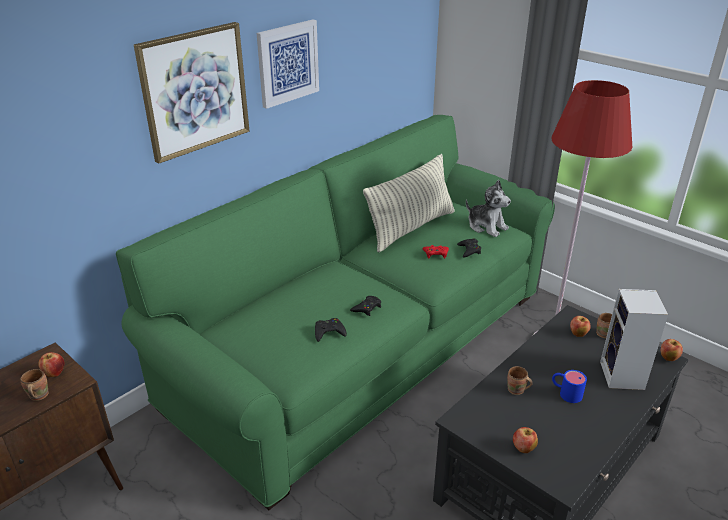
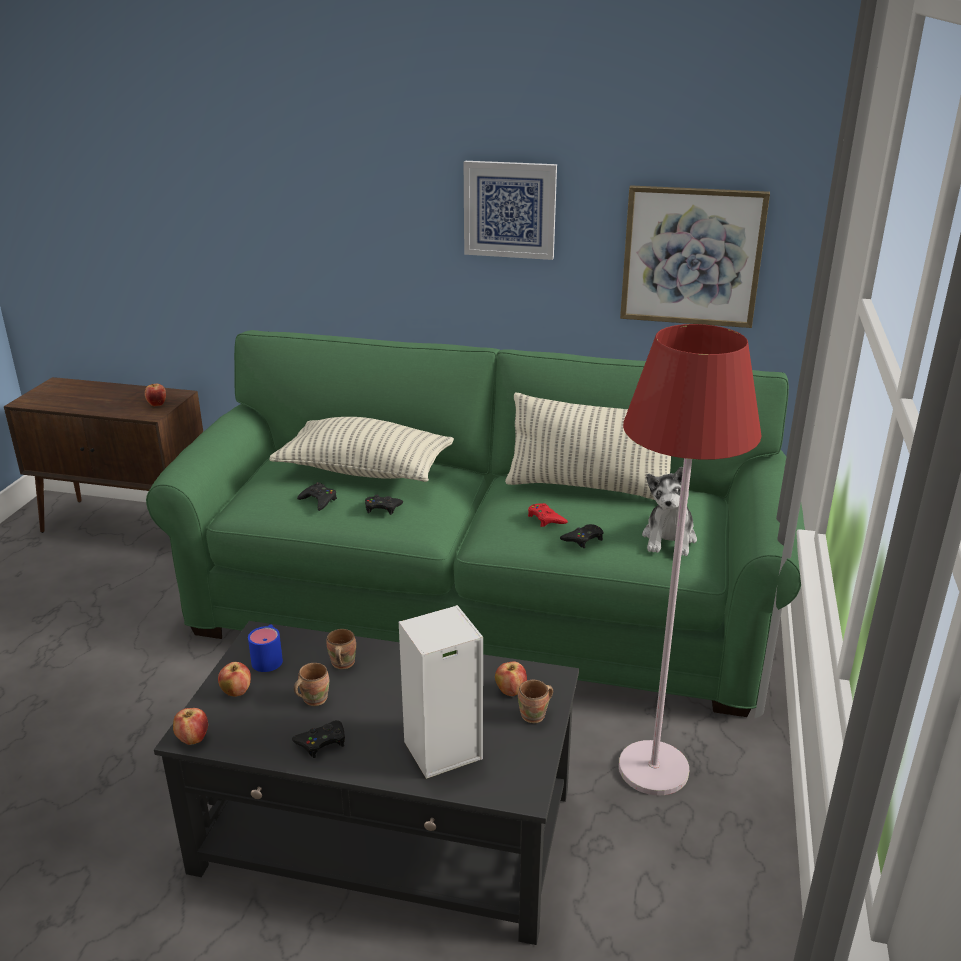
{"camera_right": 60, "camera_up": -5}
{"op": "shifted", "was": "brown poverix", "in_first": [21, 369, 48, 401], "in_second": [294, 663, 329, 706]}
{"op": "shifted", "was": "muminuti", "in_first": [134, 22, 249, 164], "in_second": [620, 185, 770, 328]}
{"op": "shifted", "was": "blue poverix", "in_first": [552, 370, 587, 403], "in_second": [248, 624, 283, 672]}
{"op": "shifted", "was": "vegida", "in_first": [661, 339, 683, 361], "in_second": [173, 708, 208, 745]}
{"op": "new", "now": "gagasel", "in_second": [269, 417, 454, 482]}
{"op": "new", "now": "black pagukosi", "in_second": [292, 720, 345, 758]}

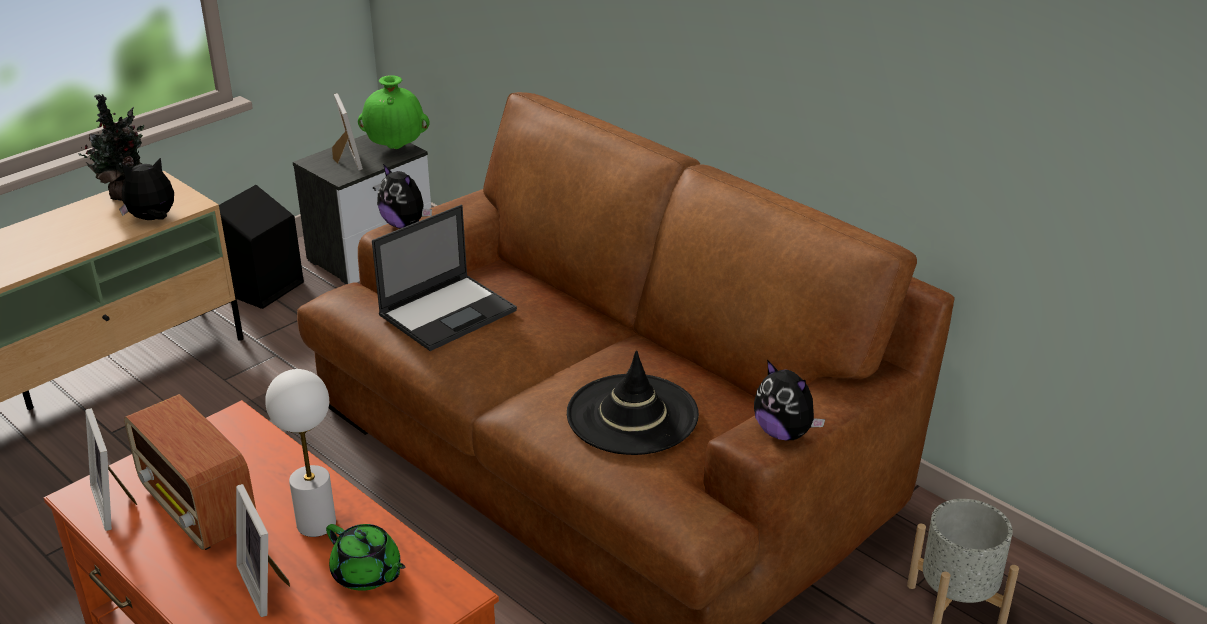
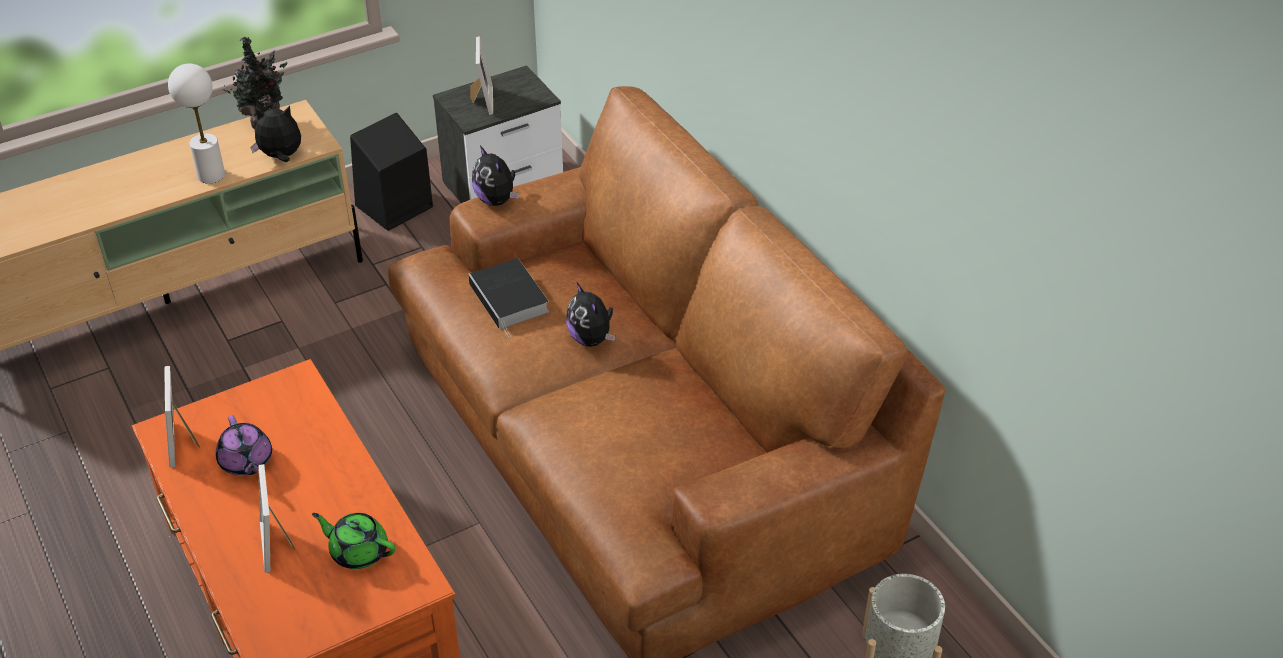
{"camera_right": 15, "camera_up": 10}
{"op": "swapped", "was": "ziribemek", "now": "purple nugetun", "in_first": [124, 394, 256, 550], "in_second": [216, 415, 272, 475]}
{"op": "shifted", "was": "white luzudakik", "in_first": [265, 369, 336, 537], "in_second": [168, 64, 225, 184]}
{"op": "rotated", "was": "green nugetun", "in_first": [326, 524, 405, 591], "in_second": [312, 513, 396, 569], "clockwise": 150}
{"op": "gone", "was": "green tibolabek", "in_first": [358, 75, 430, 149]}
{"op": "swapped", "was": "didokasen", "now": "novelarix", "in_first": [372, 205, 517, 351], "in_second": [468, 258, 549, 337]}
{"op": "gone", "was": "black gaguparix", "in_first": [567, 350, 699, 455]}
{"op": "shifted", "was": "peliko", "in_first": [754, 360, 825, 441], "in_second": [566, 283, 615, 347]}

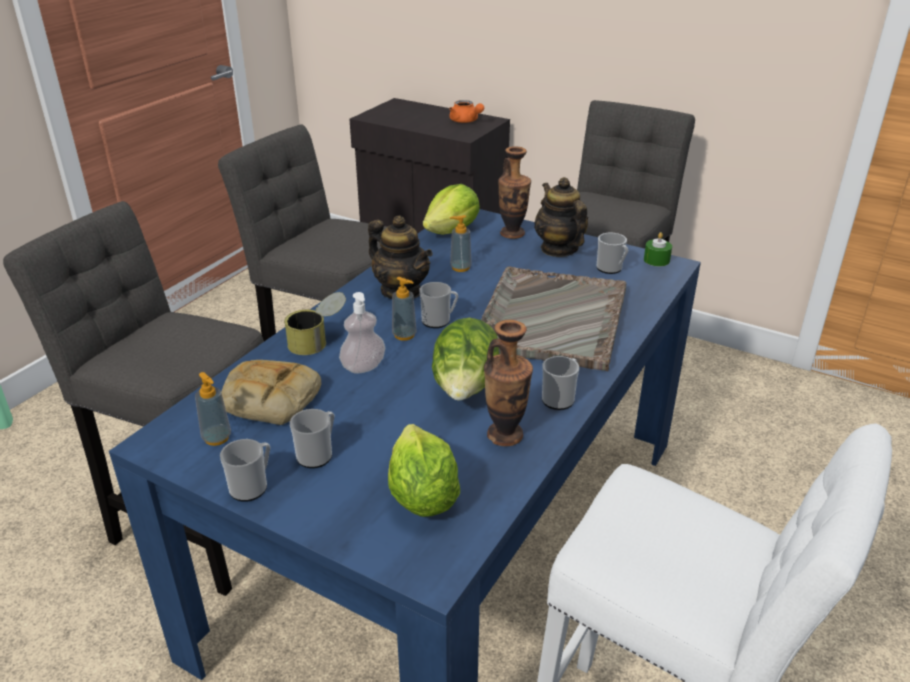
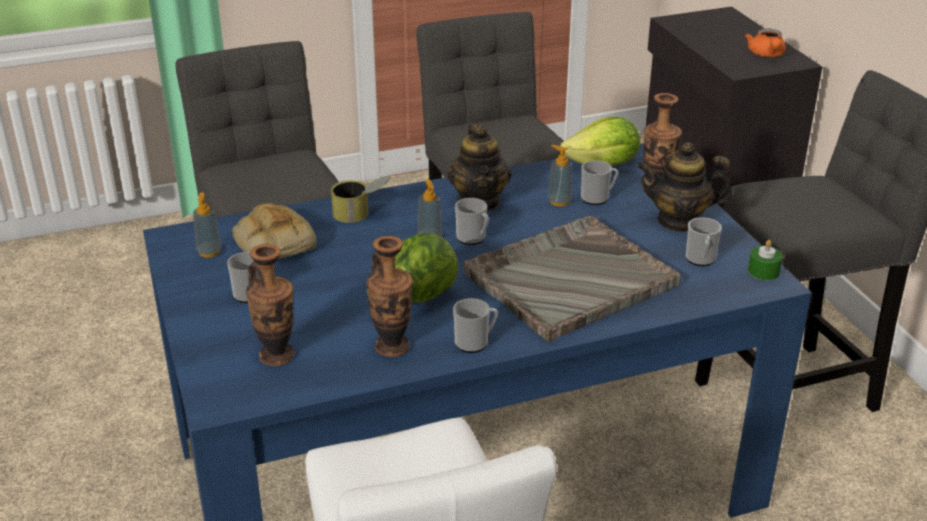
{"camera_right": 40, "camera_up": 0}
{"op": "shifted", "was": "poverix", "in_first": [220, 439, 270, 502], "in_second": [581, 160, 619, 205]}
{"op": "gone", "was": "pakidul", "in_first": [339, 292, 385, 374]}
{"op": "swapped", "was": "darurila", "now": "tibolabek", "in_first": [388, 424, 460, 517], "in_second": [246, 244, 294, 366]}
{"op": "rotated", "was": "nugetun", "in_first": [534, 177, 588, 257], "in_second": [637, 142, 733, 232], "clockwise": -105}

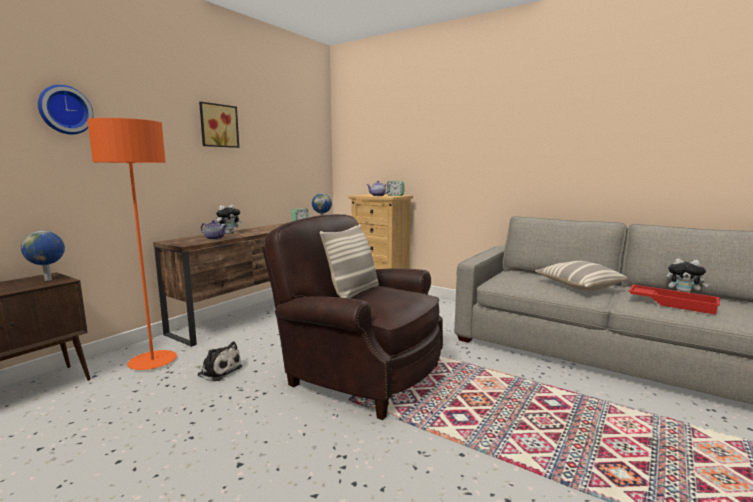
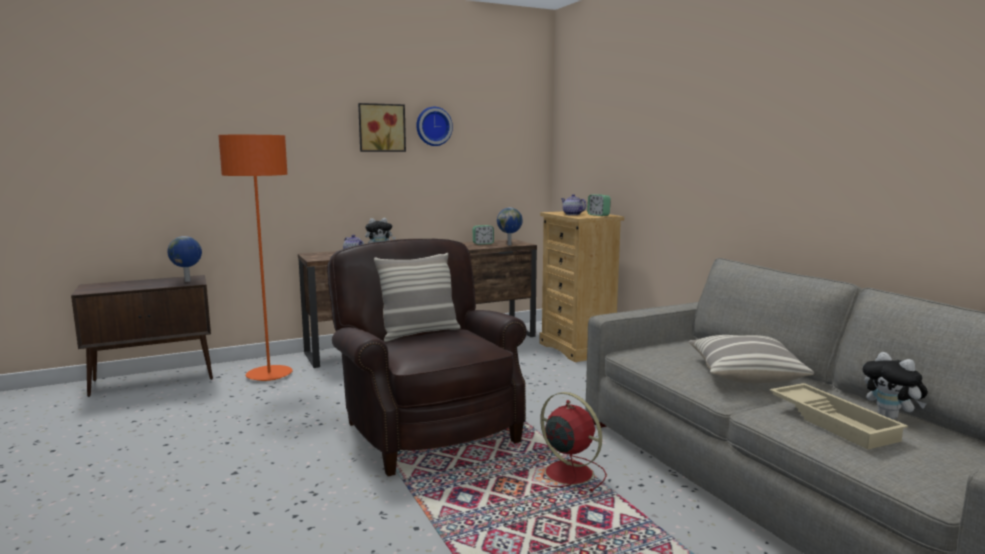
{"camera_right": 30, "camera_up": 0}
{"op": "shifted", "was": "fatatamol", "in_first": [38, 85, 93, 134], "in_second": [416, 107, 453, 146]}
{"op": "gone", "was": "peliko", "in_first": [196, 341, 242, 381]}
{"op": "repainted", "was": "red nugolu", "now": "beige nugolu", "in_first": [628, 285, 720, 315], "in_second": [769, 383, 908, 449]}
{"op": "new", "now": "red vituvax", "in_second": [530, 392, 607, 492]}

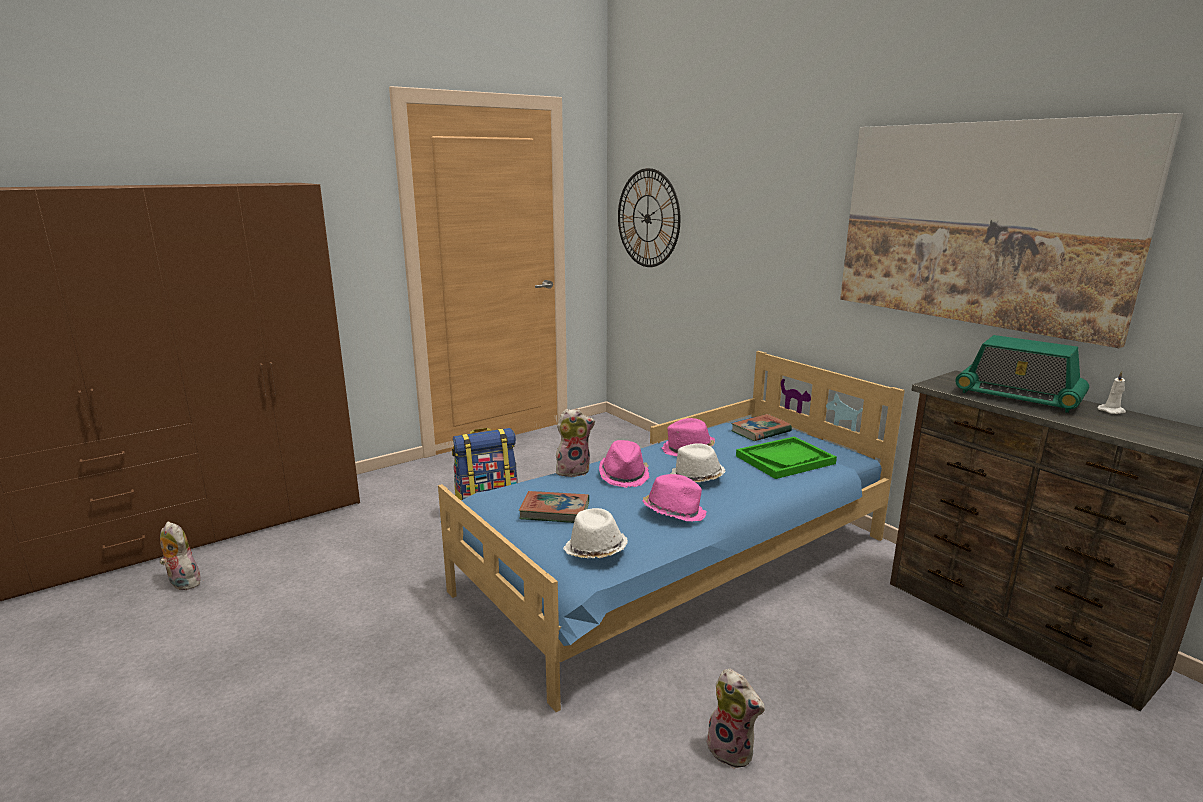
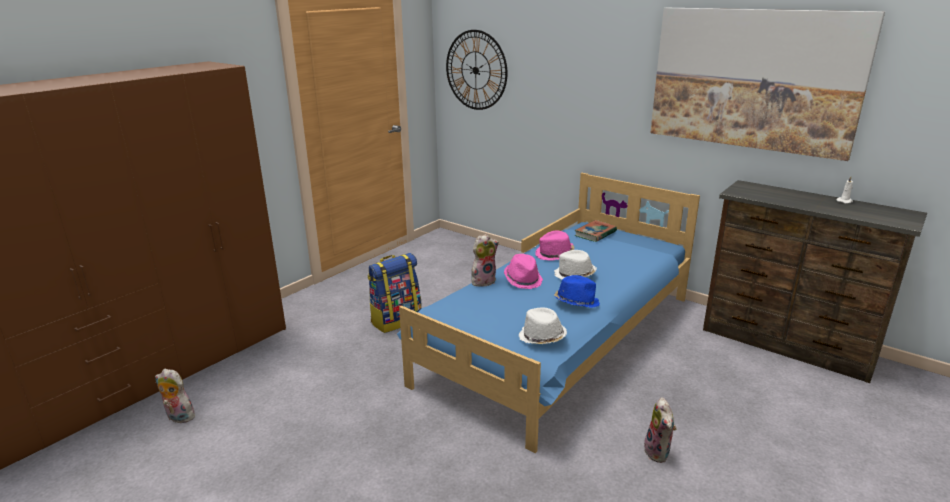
{"camera_right": -15, "camera_up": 5}
{"op": "gone", "was": "novelarix", "in_first": [519, 491, 589, 523]}
{"op": "repainted", "was": "pink gaguparix", "now": "blue gaguparix", "in_first": [643, 474, 707, 522], "in_second": [554, 275, 600, 308]}
{"op": "rotated", "was": "peliko", "in_first": [707, 668, 765, 769], "in_second": [644, 397, 677, 463], "clockwise": 60}
{"op": "gone", "was": "green nugolu", "in_first": [736, 436, 837, 479]}
{"op": "gone", "was": "ziribemek", "in_first": [955, 335, 1089, 413]}

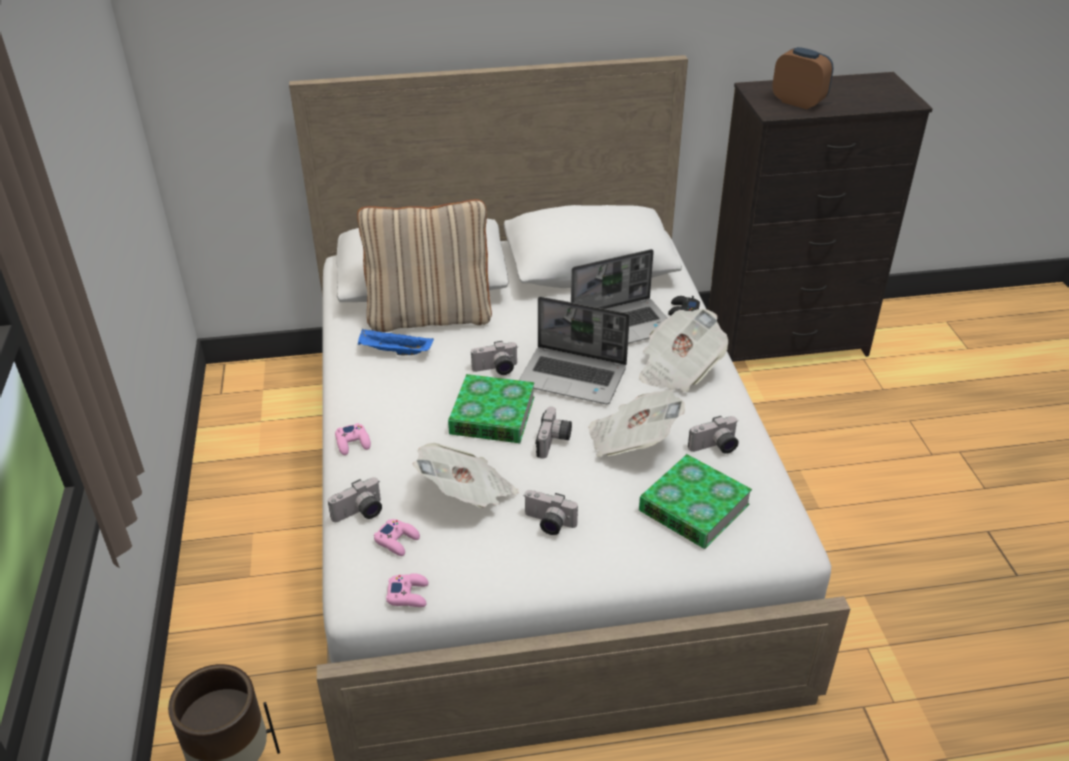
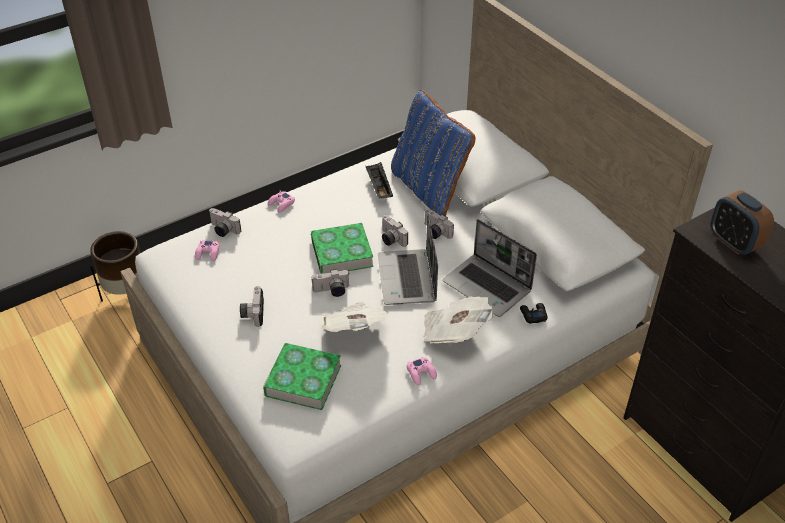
{"camera_right": 65, "camera_up": 5}
{"op": "repainted", "was": "beige gagasel", "now": "blue gagasel", "in_first": [357, 199, 492, 332], "in_second": [391, 90, 475, 216]}
{"op": "repainted", "was": "blue nugolu", "now": "black nugolu", "in_first": [358, 329, 434, 356], "in_second": [366, 162, 393, 198]}
{"op": "shifted", "was": "pink pagukosi", "in_first": [386, 573, 428, 607], "in_second": [407, 357, 437, 385]}
{"op": "gone", "was": "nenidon", "in_first": [412, 443, 518, 508]}
{"op": "shifted", "was": "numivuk", "in_first": [688, 416, 739, 454], "in_second": [425, 209, 454, 239]}
{"op": "rotated", "was": "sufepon", "in_first": [772, 47, 834, 110], "in_second": [711, 190, 774, 255], "clockwise": 135}

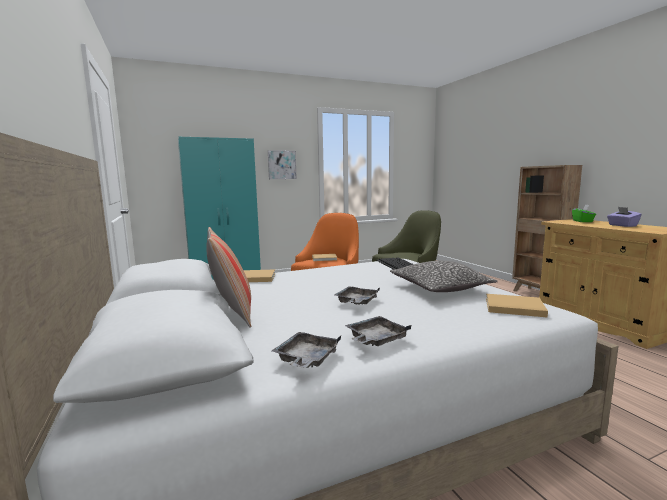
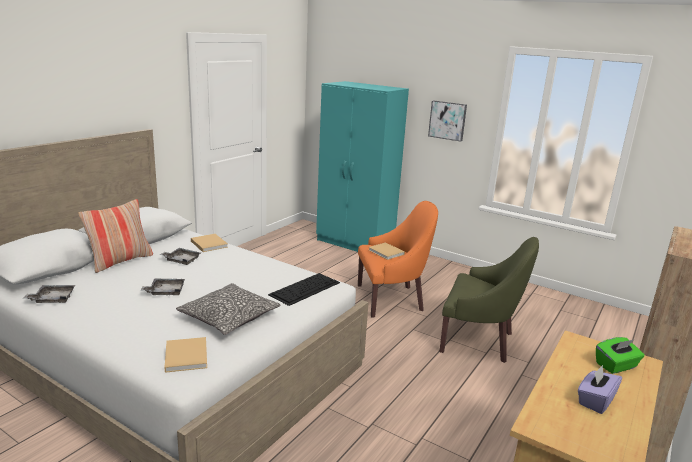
{"camera_right": 55, "camera_up": 10}
{"op": "shifted", "was": "grey nugolu", "in_first": [345, 316, 411, 346], "in_second": [159, 248, 201, 265]}

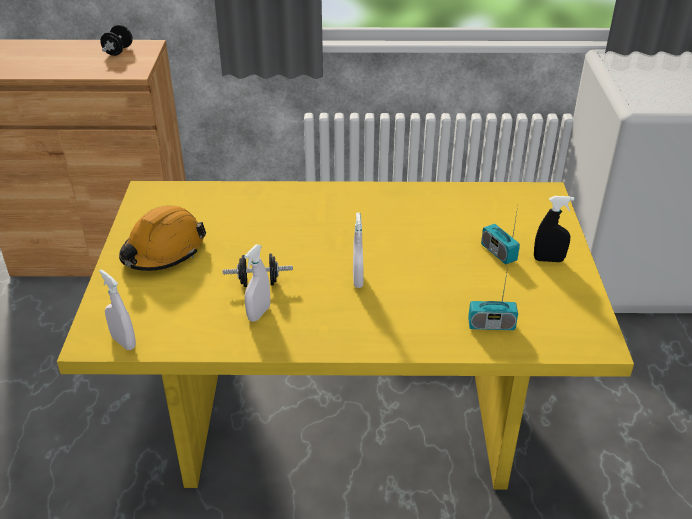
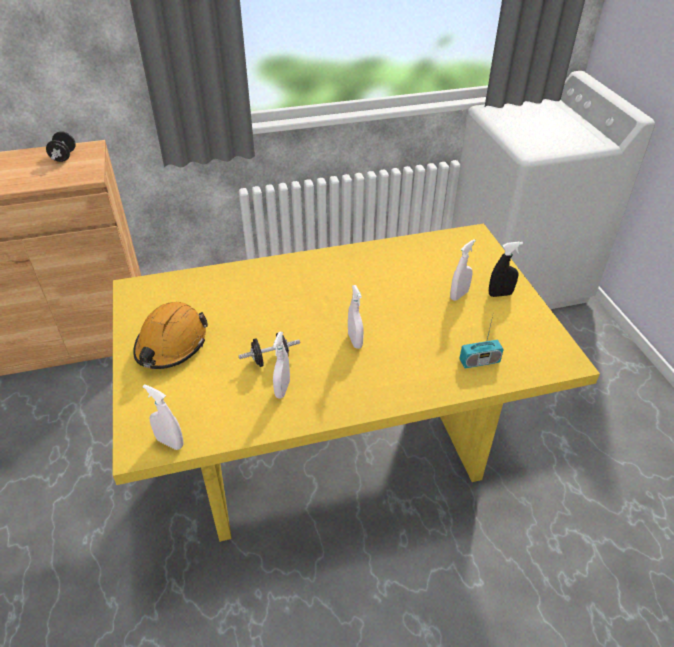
{"camera_right": -15, "camera_up": 5}
{"op": "swapped", "was": "ziribemek", "now": "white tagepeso", "in_first": [481, 207, 520, 265], "in_second": [450, 239, 476, 301]}

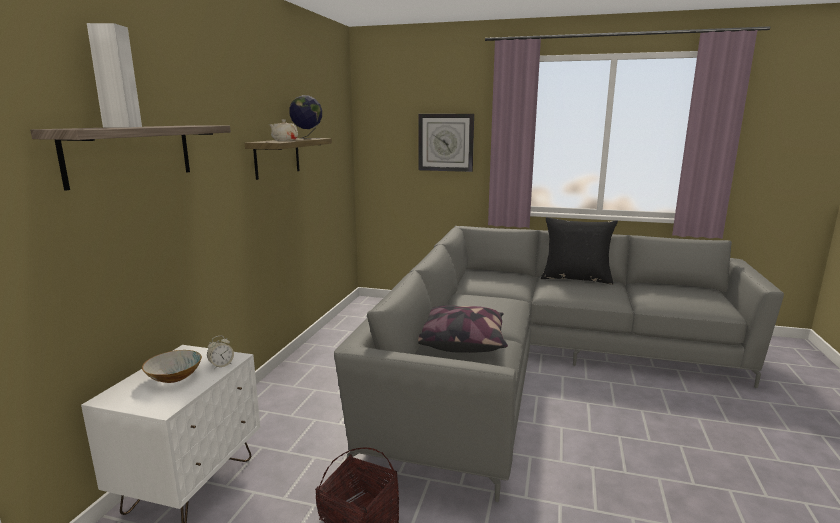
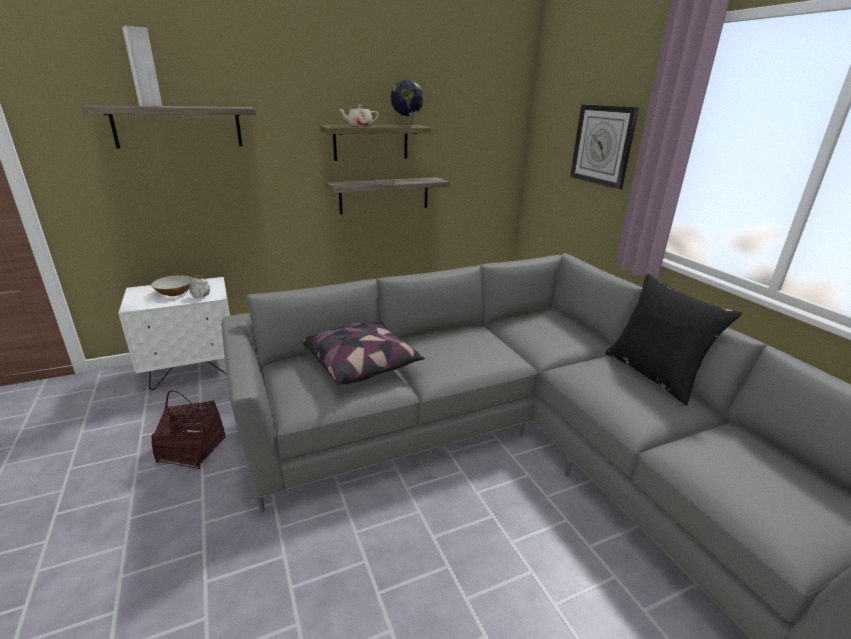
{"camera_right": 50, "camera_up": 10}
{"op": "new", "now": "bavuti", "in_second": [326, 177, 450, 214]}

